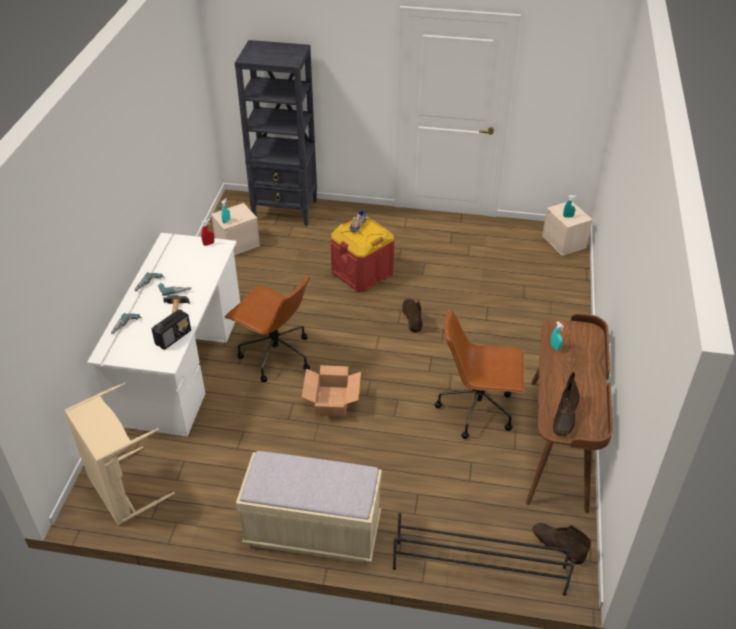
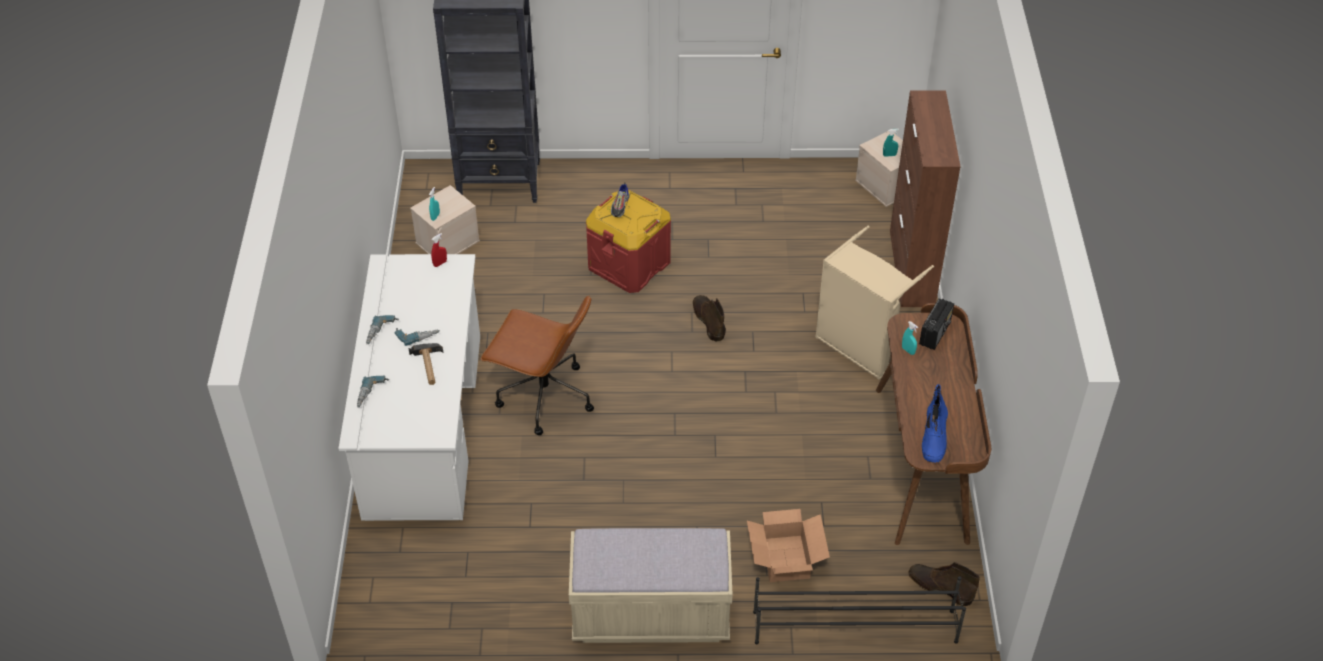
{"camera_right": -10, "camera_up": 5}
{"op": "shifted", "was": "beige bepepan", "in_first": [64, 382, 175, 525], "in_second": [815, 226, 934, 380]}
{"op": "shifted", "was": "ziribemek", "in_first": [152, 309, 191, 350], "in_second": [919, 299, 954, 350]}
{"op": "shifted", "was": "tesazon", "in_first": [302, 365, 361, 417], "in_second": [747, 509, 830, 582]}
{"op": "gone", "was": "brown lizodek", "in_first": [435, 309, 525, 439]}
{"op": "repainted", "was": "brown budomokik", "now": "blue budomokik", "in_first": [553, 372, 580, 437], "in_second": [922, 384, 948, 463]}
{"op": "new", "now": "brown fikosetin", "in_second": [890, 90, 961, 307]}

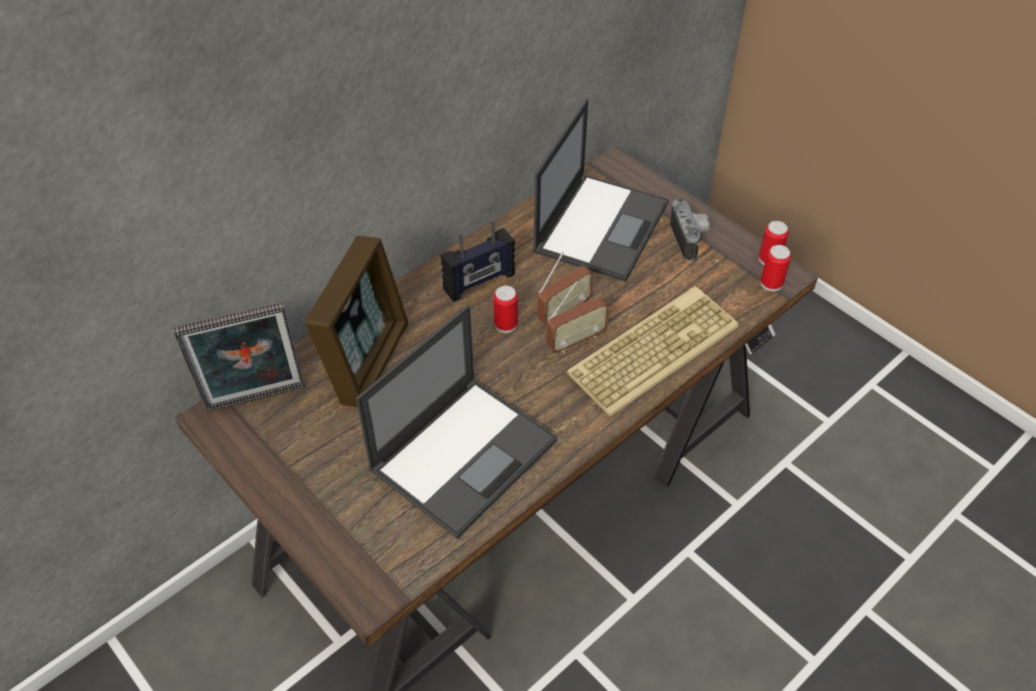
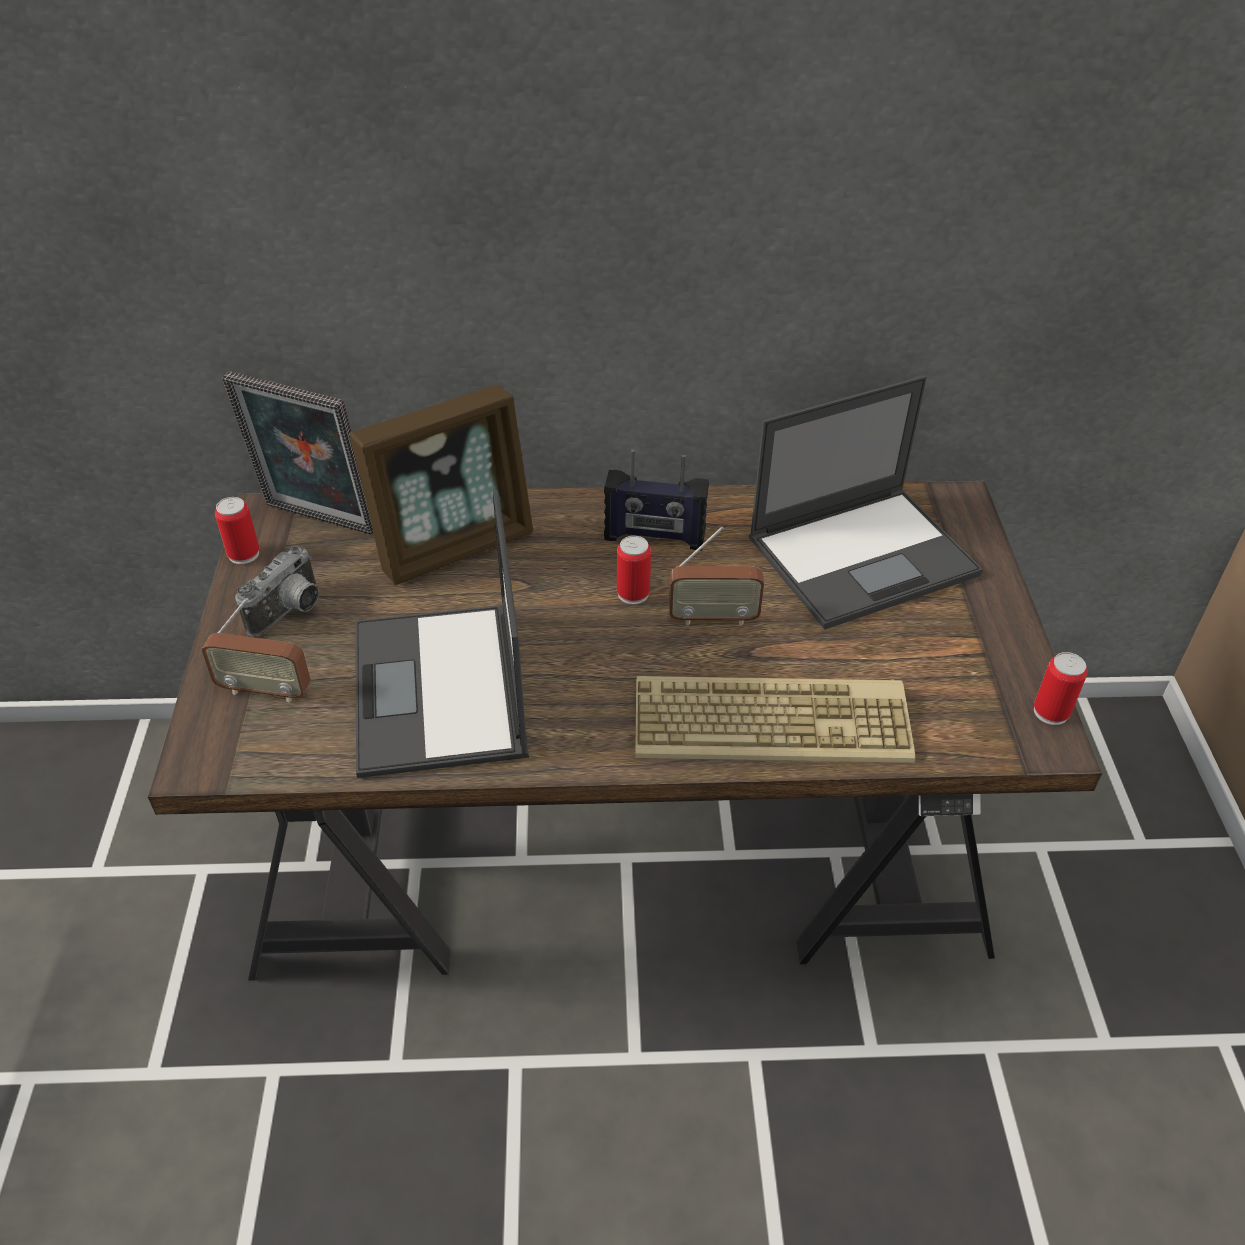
{"camera_right": 40, "camera_up": -5}
{"op": "rotated", "was": "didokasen", "in_first": [356, 305, 557, 539], "in_second": [355, 489, 529, 778], "clockwise": 90}
{"op": "shifted", "was": "ziribemek", "in_first": [546, 281, 609, 353], "in_second": [202, 598, 311, 703]}
{"op": "shifted", "was": "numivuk", "in_first": [670, 199, 709, 261], "in_second": [235, 546, 319, 636]}
{"op": "shifted", "was": "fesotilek", "in_first": [761, 245, 791, 291], "in_second": [215, 497, 259, 564]}

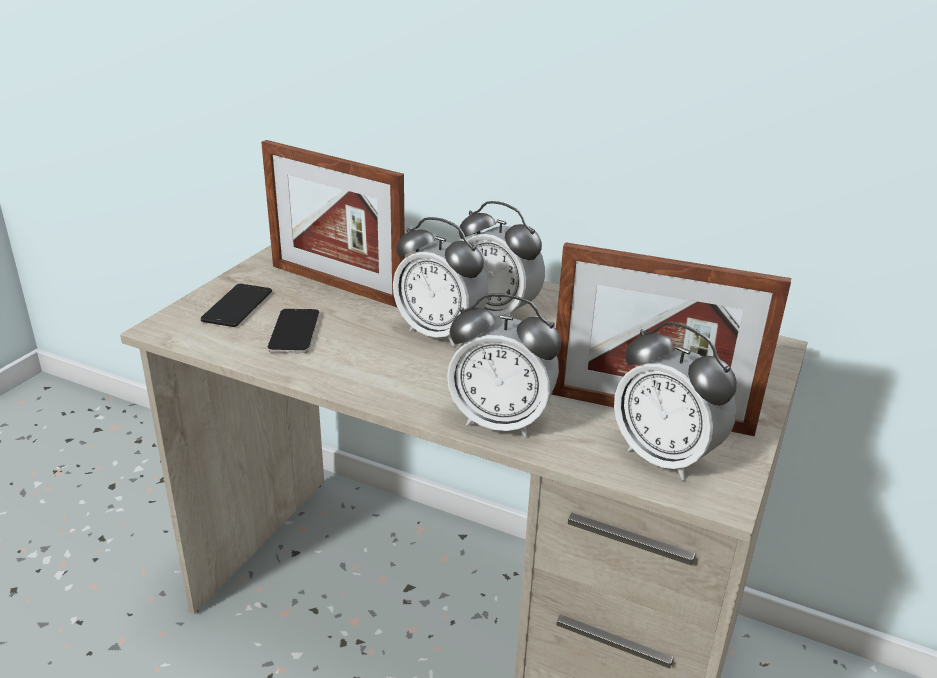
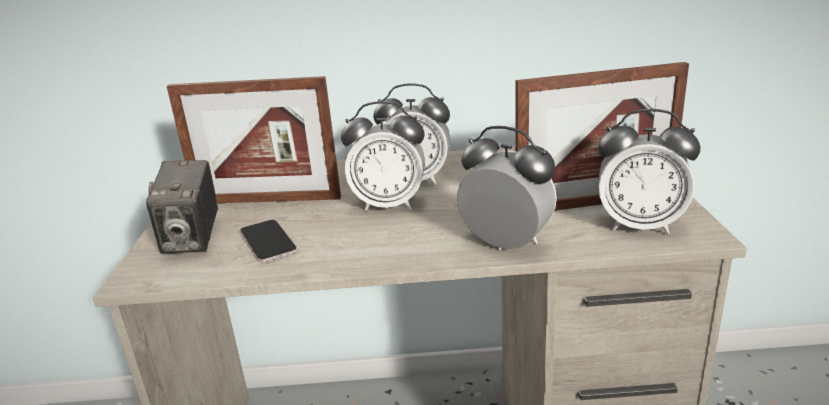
{"camera_right": -25, "camera_up": -5}
{"op": "swapped", "was": "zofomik", "now": "numivuk", "in_first": [201, 284, 272, 327], "in_second": [146, 160, 218, 254]}
{"op": "rotated", "was": "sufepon", "in_first": [447, 293, 561, 438], "in_second": [457, 126, 557, 250], "clockwise": -135}

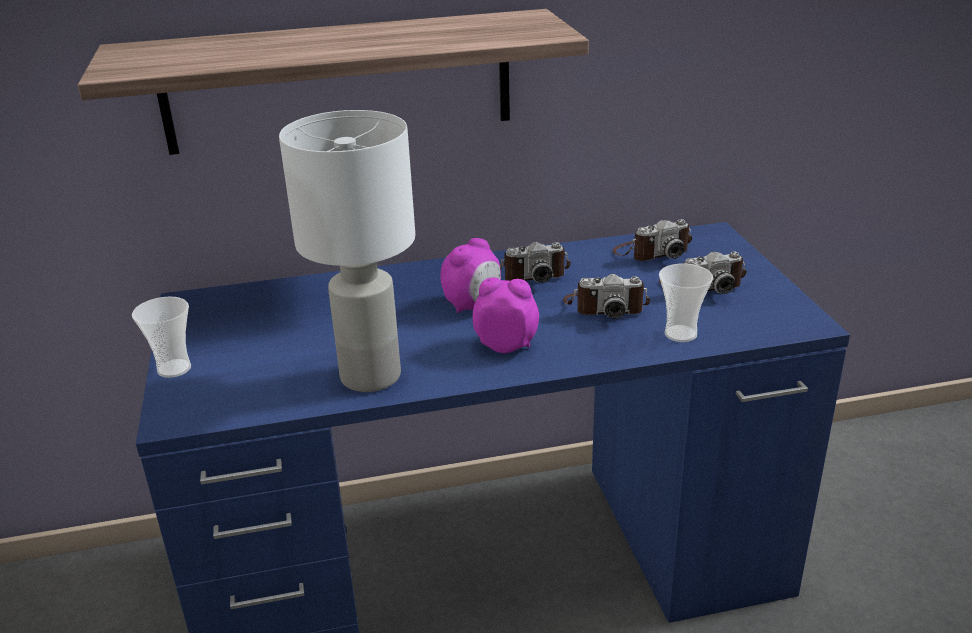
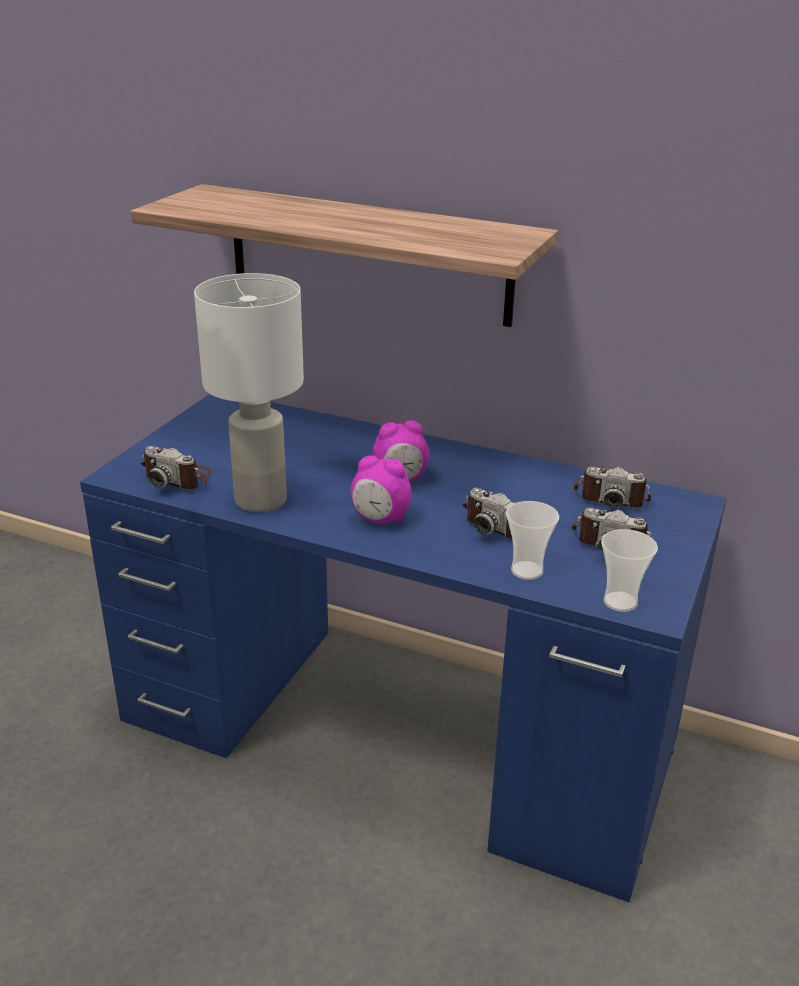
{"camera_right": 35, "camera_up": 0}
{"op": "shifted", "was": "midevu", "in_first": [132, 297, 191, 378], "in_second": [601, 529, 658, 612]}
{"op": "rotated", "was": "sufepon", "in_first": [473, 277, 539, 353], "in_second": [350, 456, 412, 524], "clockwise": 150}
{"op": "shifted", "was": "numivuk", "in_first": [500, 242, 571, 283], "in_second": [141, 446, 212, 490]}

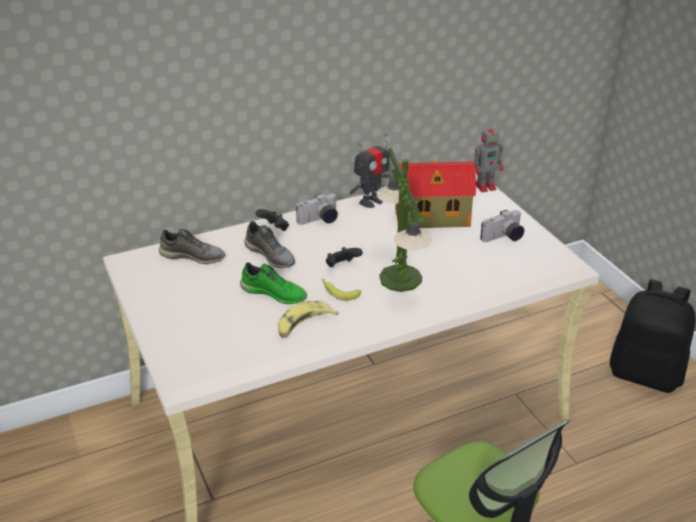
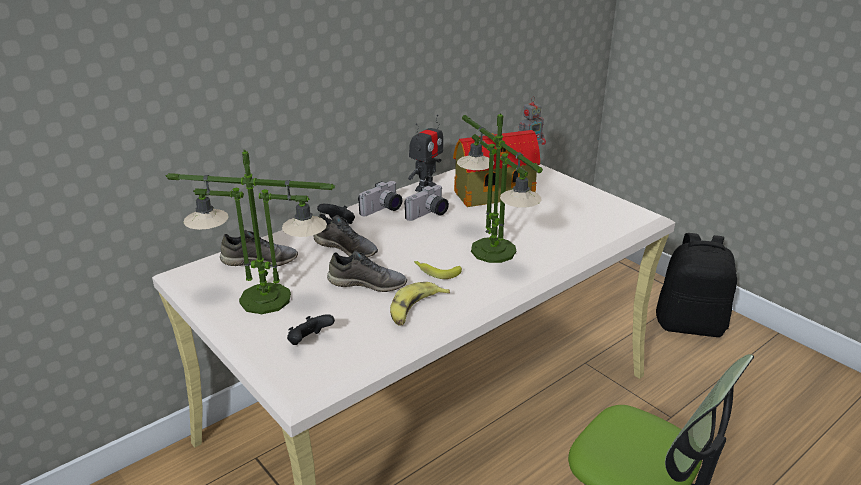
{"camera_right": -15, "camera_up": -5}
{"op": "repainted", "was": "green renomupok", "now": "grey renomupok", "in_first": [240, 262, 307, 304], "in_second": [327, 250, 407, 292]}
{"op": "shifted", "was": "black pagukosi", "in_first": [326, 247, 363, 267], "in_second": [287, 314, 335, 345]}
{"op": "shifted", "was": "numivuk", "in_first": [480, 210, 524, 242], "in_second": [404, 185, 449, 221]}
{"op": "new", "now": "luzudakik", "in_second": [165, 150, 335, 314]}

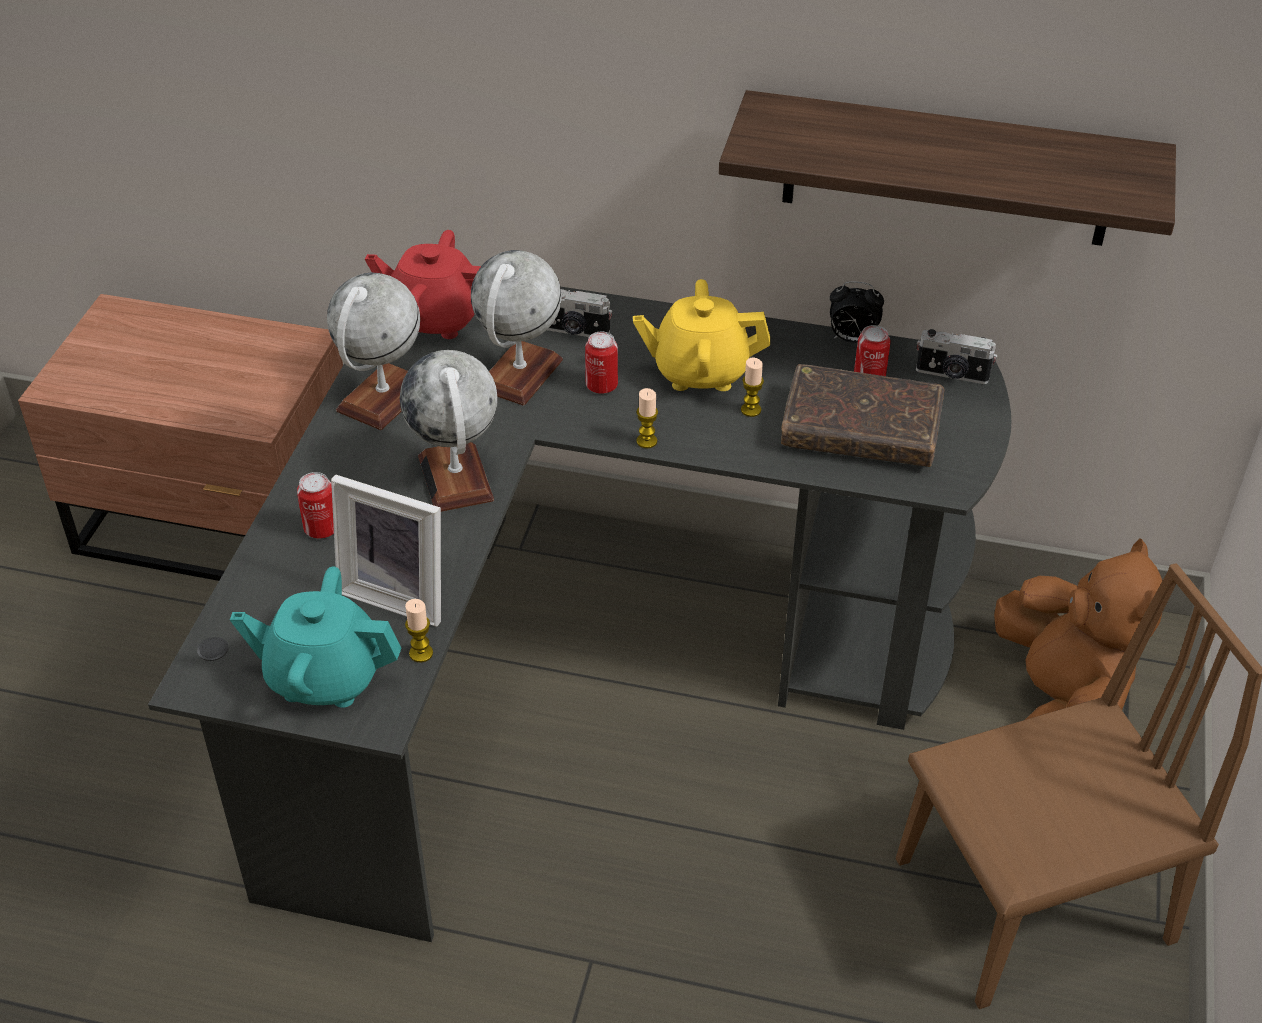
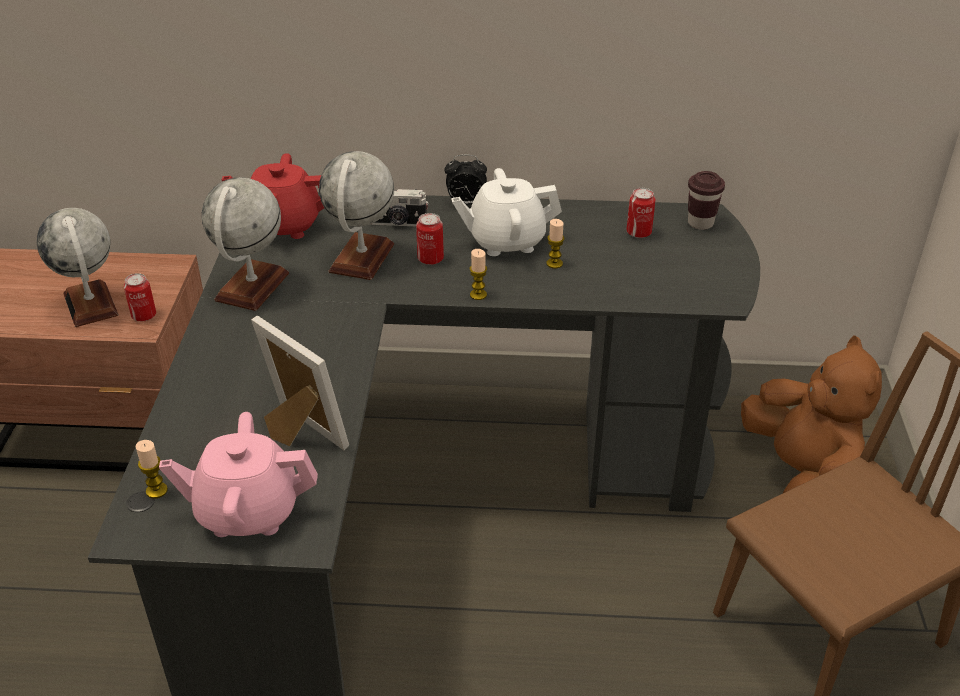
{"camera_right": -10, "camera_up": -5}
{"op": "repainted", "was": "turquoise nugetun", "now": "pink nugetun", "in_first": [230, 566, 401, 708], "in_second": [159, 412, 318, 537]}
{"op": "shifted", "was": "fesotilek", "in_first": [297, 472, 334, 539], "in_second": [124, 273, 156, 321]}
{"op": "rotated", "was": "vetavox", "in_first": [331, 475, 441, 627], "in_second": [251, 316, 349, 450], "clockwise": -150}
{"op": "shifted", "was": "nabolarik", "in_first": [400, 350, 498, 512], "in_second": [37, 208, 119, 327]}
{"op": "shifted", "was": "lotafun", "in_first": [405, 599, 433, 663], "in_second": [135, 440, 168, 499]}
{"op": "repainted", "was": "yellow nugetun", "now": "white nugetun", "in_first": [633, 279, 770, 391], "in_second": [451, 168, 562, 256]}
{"op": "gone", "was": "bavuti", "in_first": [719, 90, 1176, 246]}
{"op": "gone", "was": "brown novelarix", "in_first": [781, 364, 944, 467]}
{"op": "shifted", "was": "sufepon", "in_first": [830, 281, 884, 343], "in_second": [444, 155, 487, 205]}
{"op": "swapped", "was": "numivuk", "now": "brown midevu", "in_first": [916, 329, 997, 384], "in_second": [688, 171, 725, 230]}

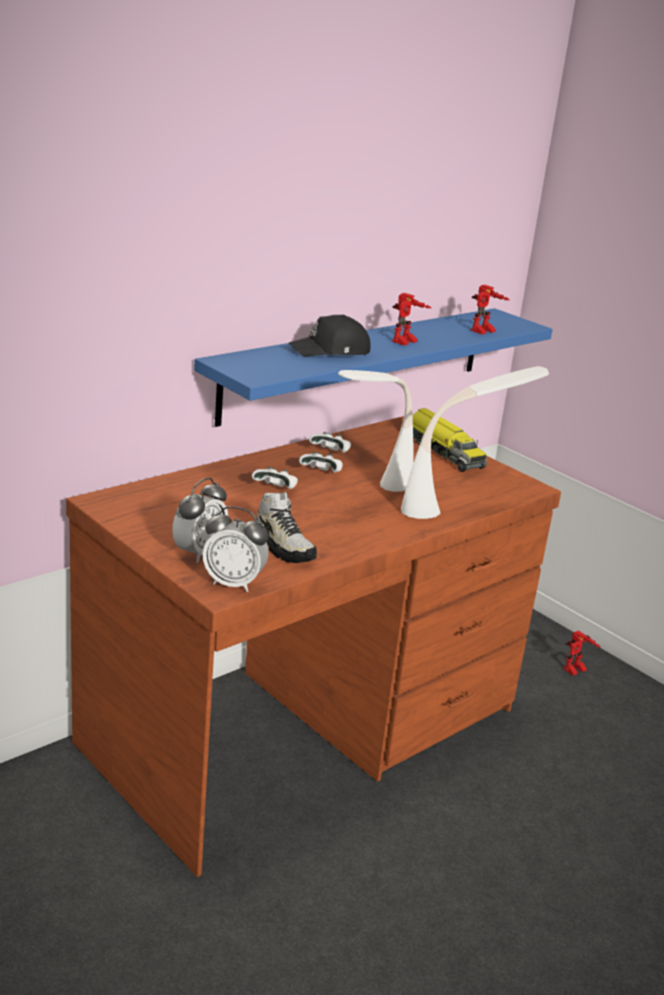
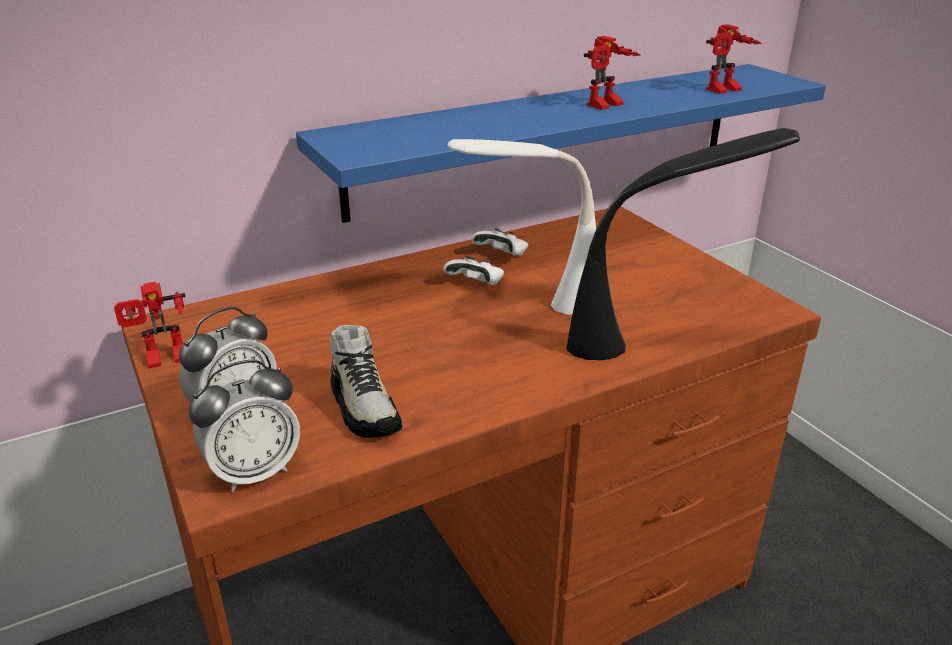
{"camera_right": 15, "camera_up": 5}
{"op": "rotated", "was": "sufepon", "in_first": [203, 506, 268, 592], "in_second": [188, 360, 300, 492], "clockwise": -60}
{"op": "gone", "was": "white pagukosi", "in_first": [252, 467, 298, 489]}
{"op": "gone", "was": "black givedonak", "in_first": [289, 315, 371, 356]}
{"op": "repainted", "was": "white luzudakik", "now": "black luzudakik", "in_first": [401, 366, 549, 519], "in_second": [566, 128, 800, 360]}
{"op": "gone", "was": "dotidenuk", "in_first": [413, 408, 487, 472]}
{"op": "shifted", "was": "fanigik", "in_first": [563, 631, 601, 676], "in_second": [114, 282, 185, 368]}

